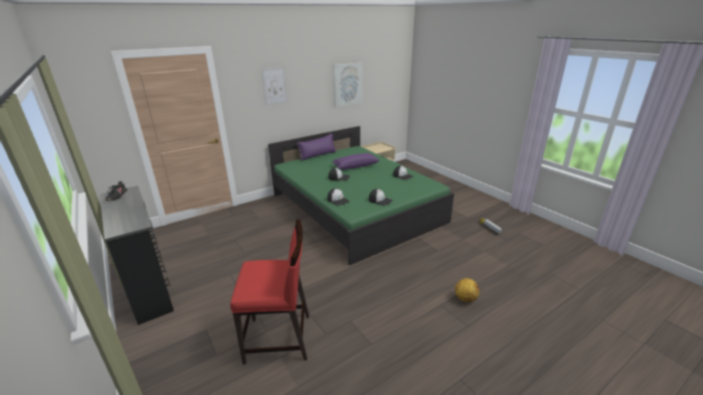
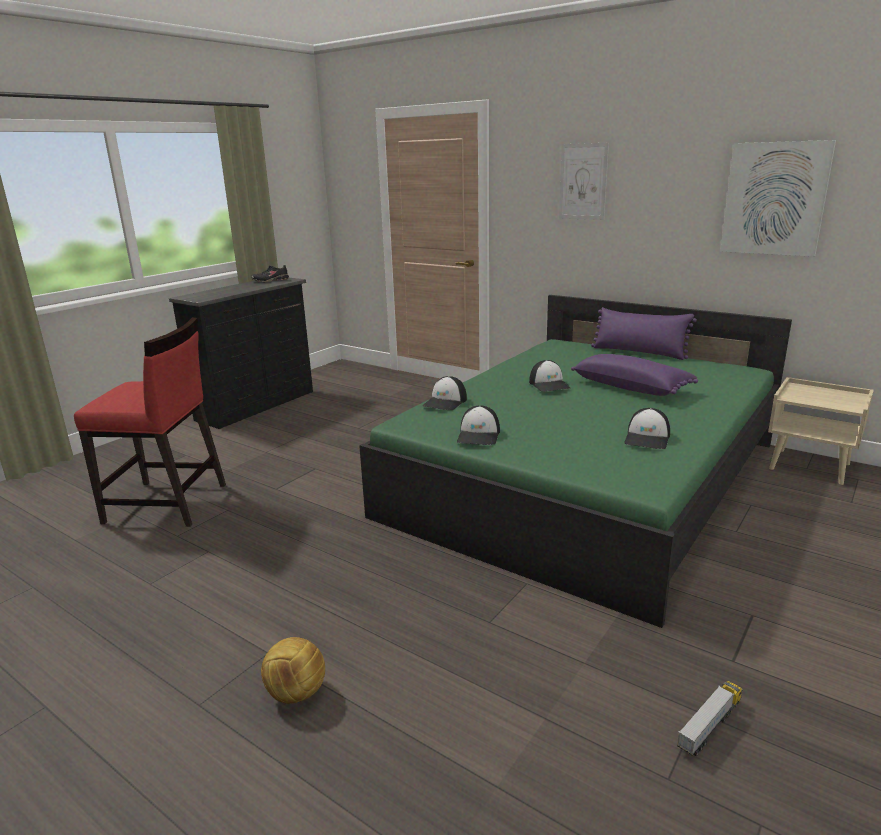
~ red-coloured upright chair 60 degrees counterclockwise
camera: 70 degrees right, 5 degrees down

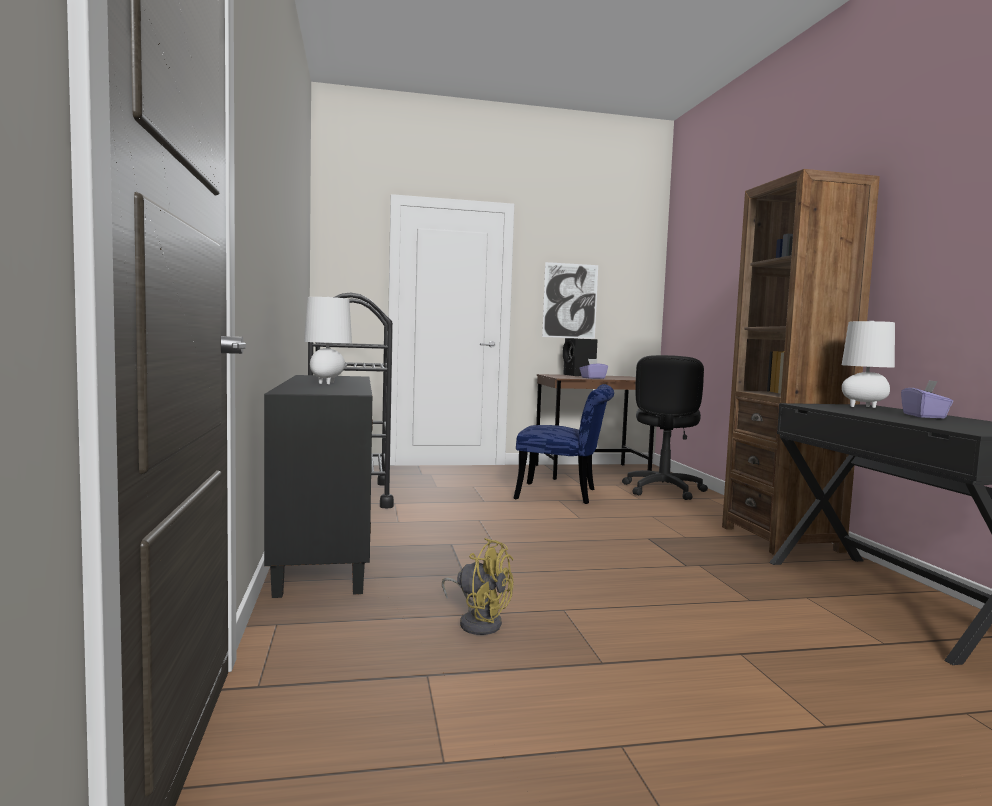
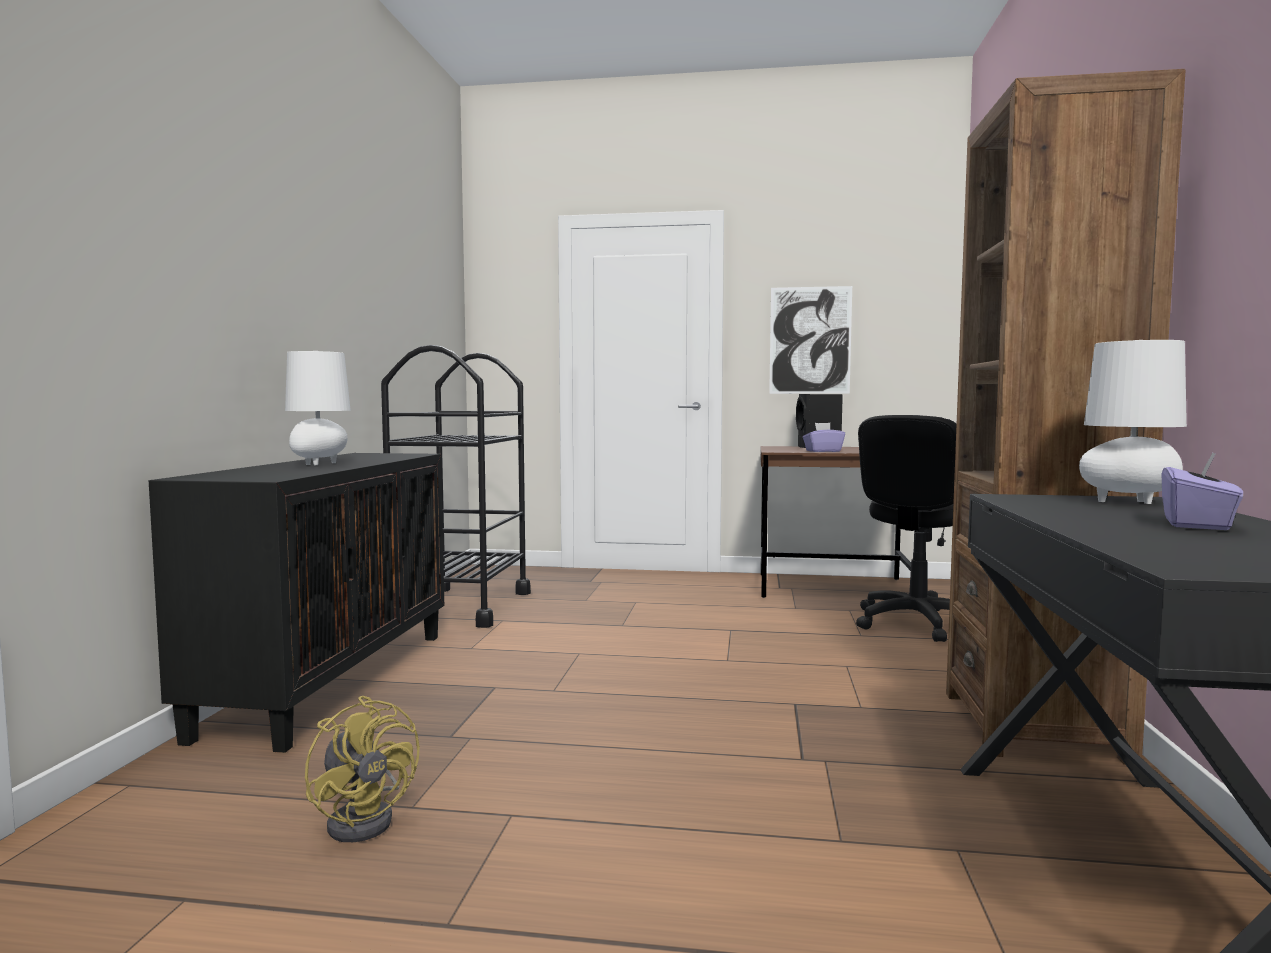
- blue-coloured upright chair
camera: 20 degrees right, 0 degrees up

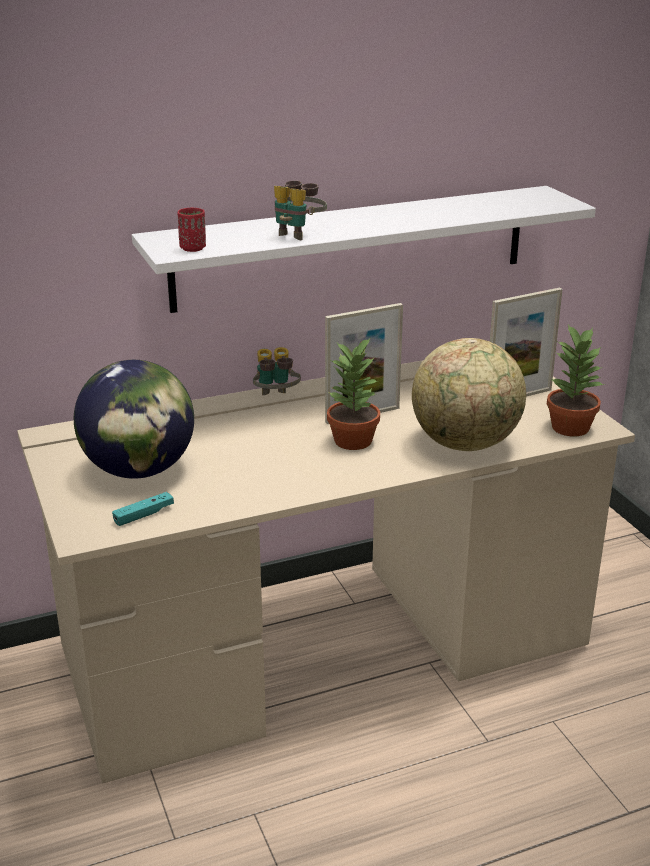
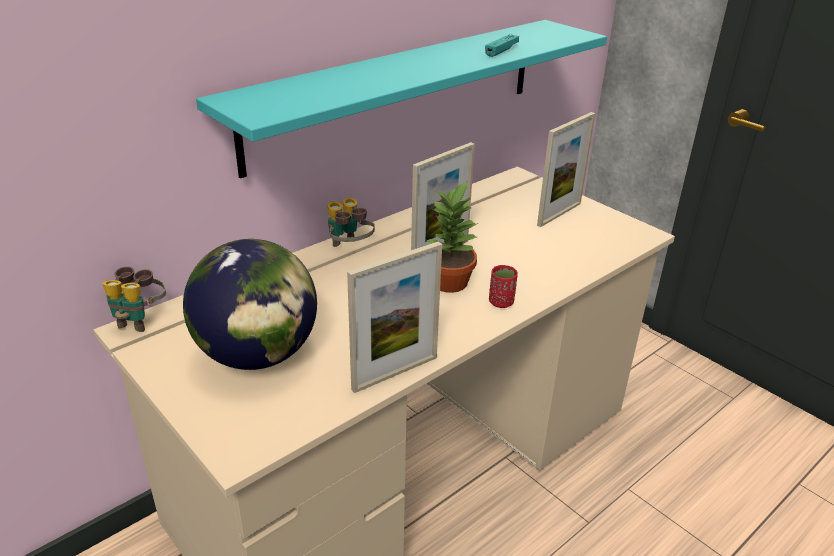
~ binoculars (2nd from left in the first image) to binoculars (1st from left)
~ white-coloured shelf to turquoise-coloured shelf
~ red-coloured cup
- potted plant (2nd from left)
- desk globe (2nd from left)
~ turquoise-coloured game controller
+ photo frame (1st from left)
camera: 20 degrees left, 5 degrees up

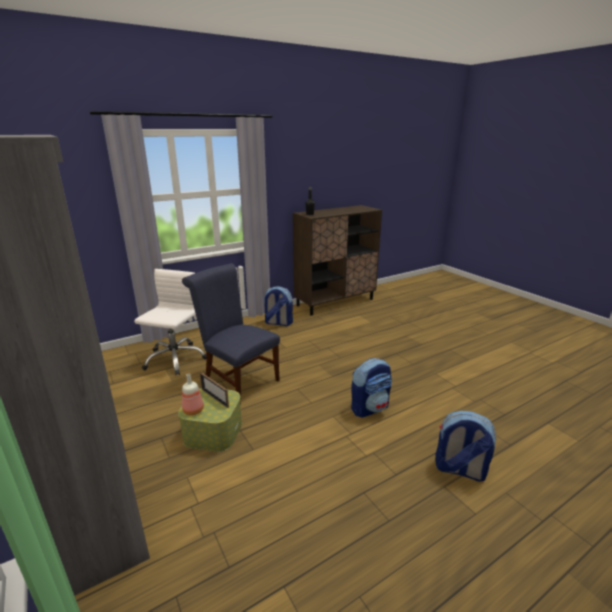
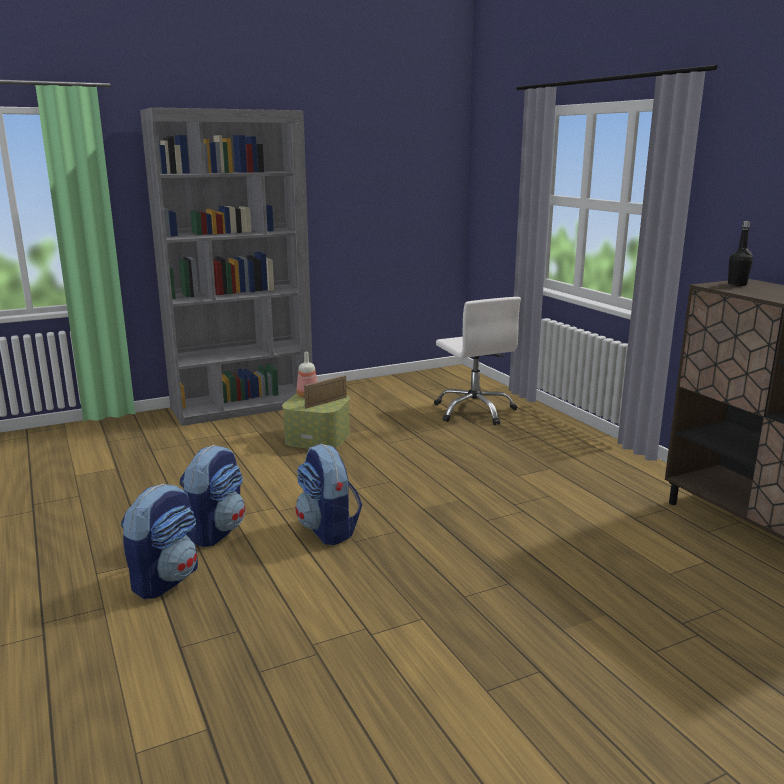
- blue-coloured upright chair
~ white-coloured desk chair 45 degrees clockwise
~ rucksack (1st from left in the first image) to rucksack (2nd from left)
camera: 95 degrees right, 5 degrees down

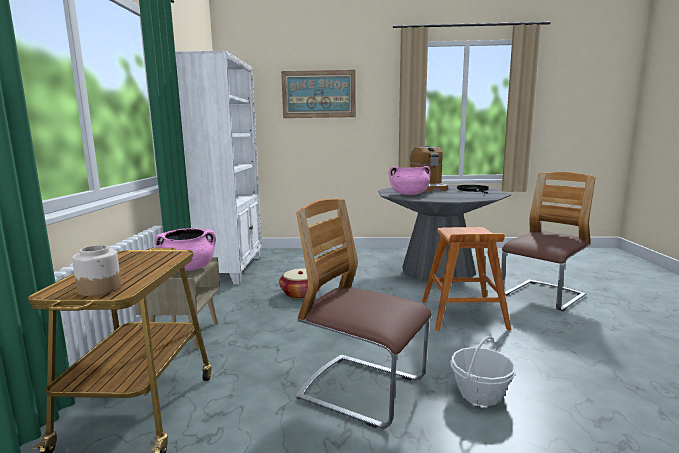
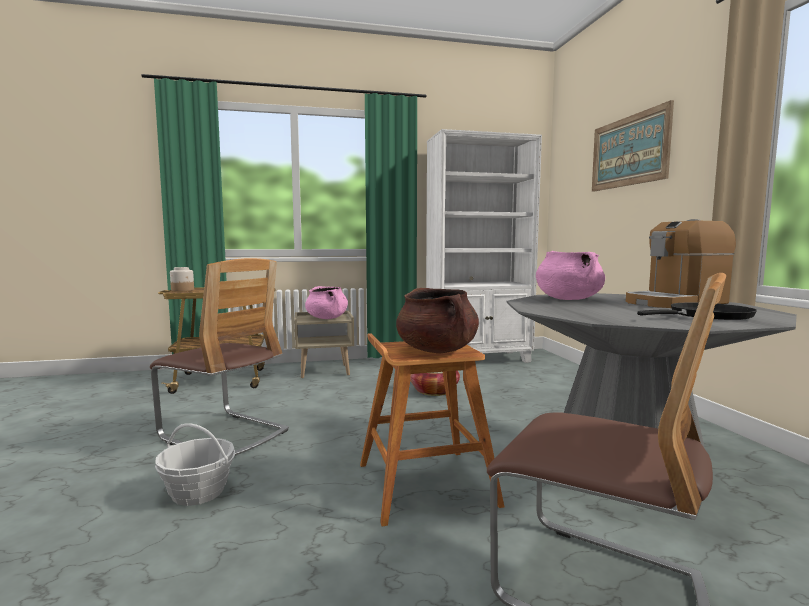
~ upright chair (1st from left) 105 degrees clockwise
+ brown-coloured cooking pot
camera: 75 degrees right, 5 degrees down

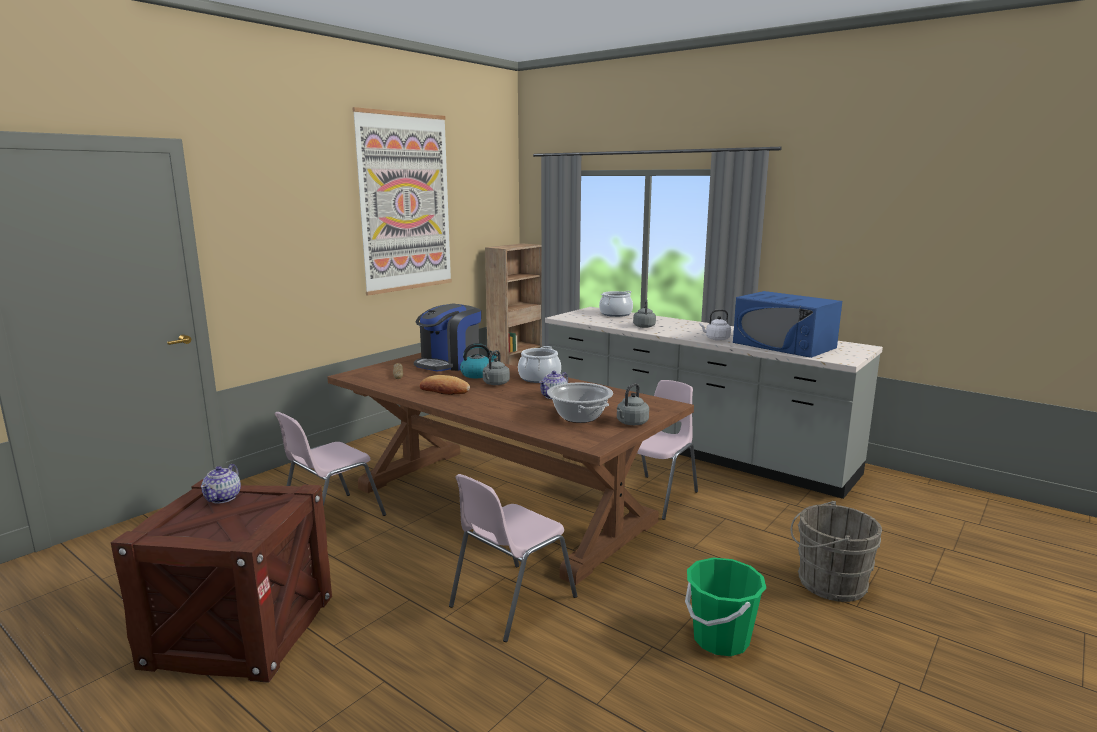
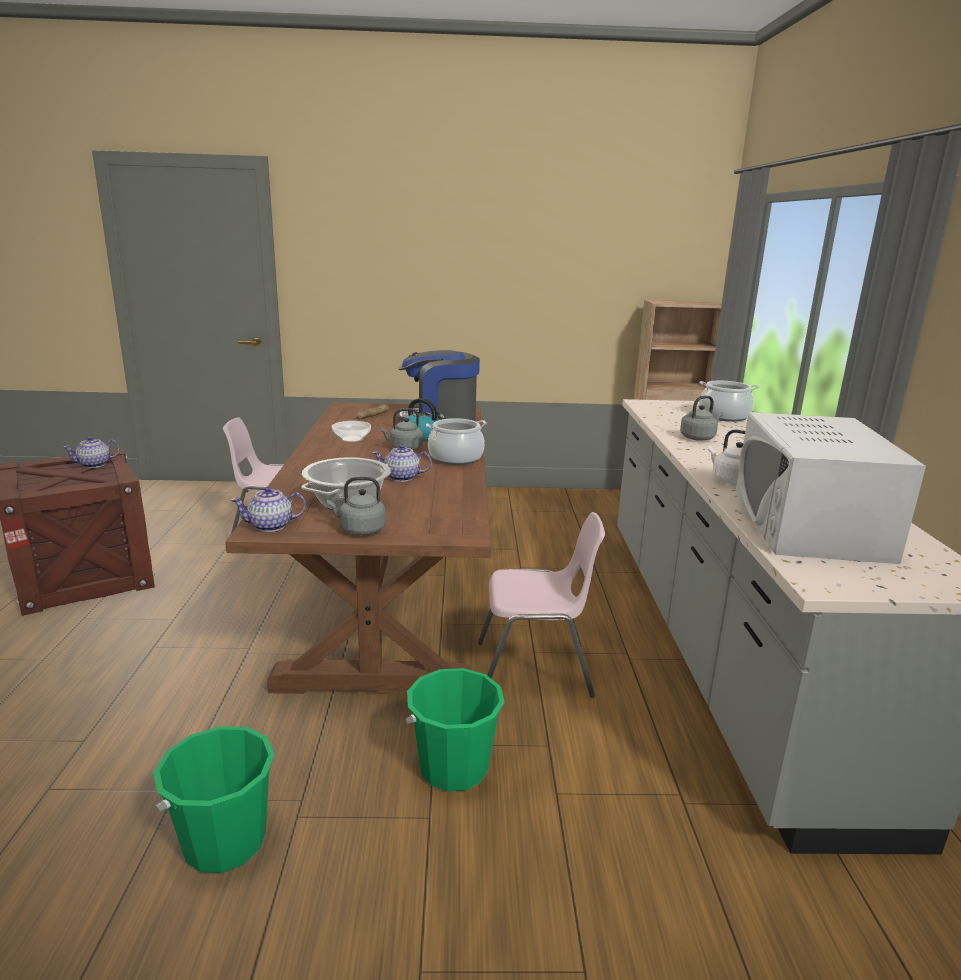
- wall picture
~ blue-coloured microwave to white-coloured microwave
~ bakery bread (2nd from left) to deep dish
- pinkish upright chair (2nd from left)
- grey bucket
+ pot for tea (2nd from left)
+ green bucket (2nd from left)
camera: 50 degrees right, 5 degrees up

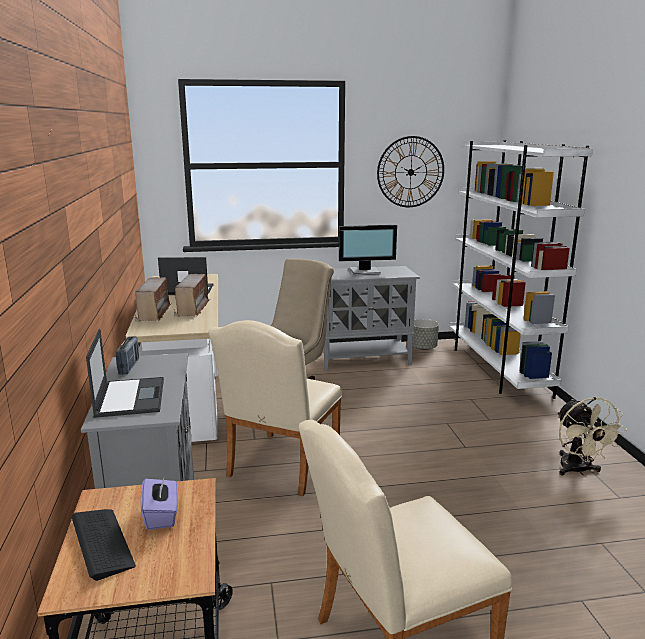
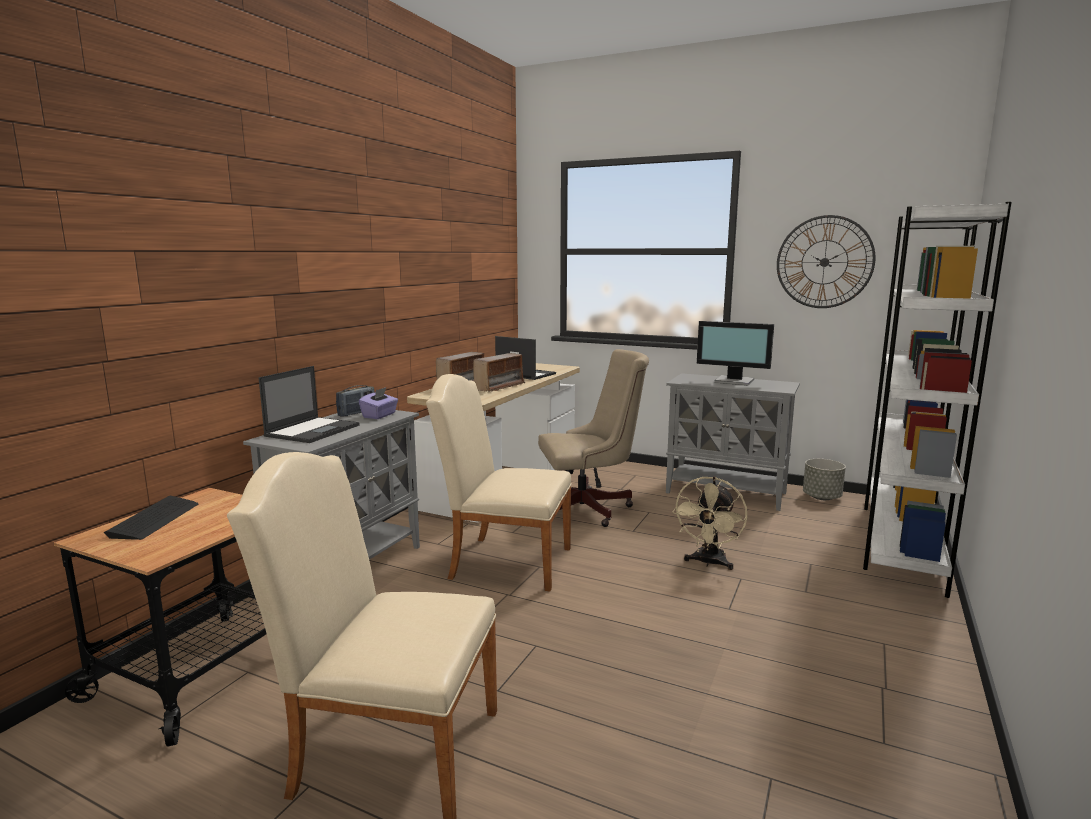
~ beige-coloured upright chair (1st from left in the first image) 45 degrees clockwise
~ beige-coloured cooling fan
~ purple box of tissues
camera: 35 degrees right, 5 degrees down

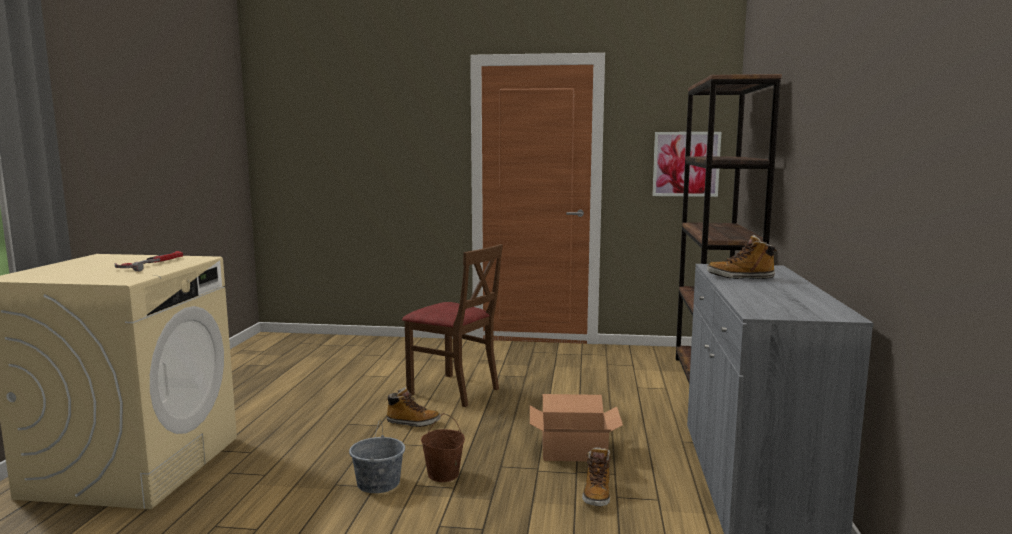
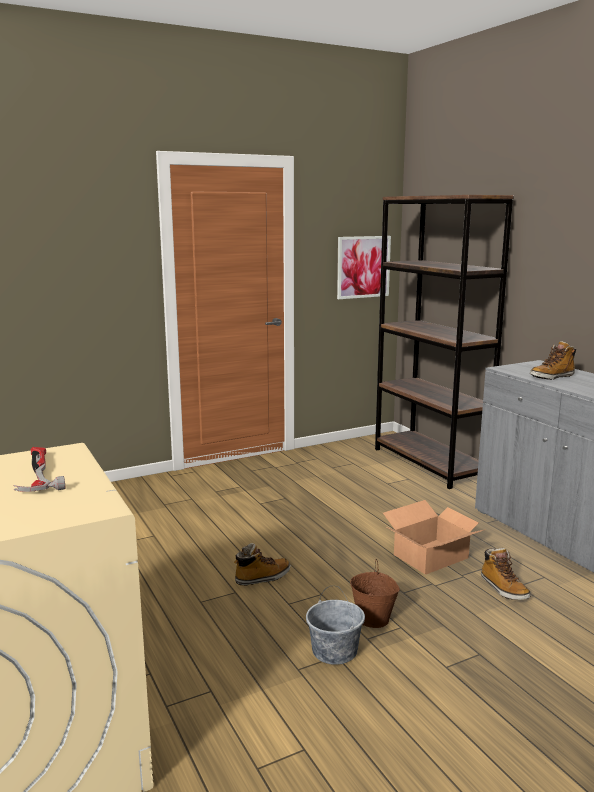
- brown-coloured upright chair
camera: 35 degrees left, 5 degrees up

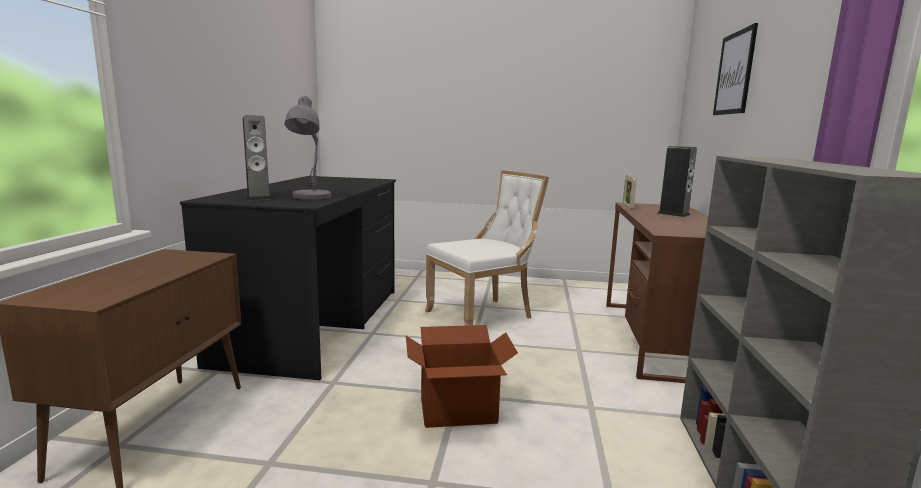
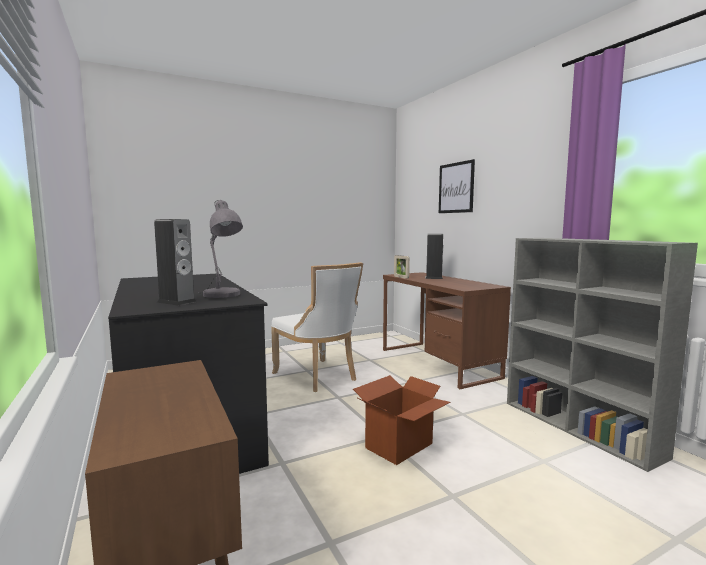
~ white-coloured upright chair 120 degrees clockwise
camera: 35 degrees left, 5 degrees down

